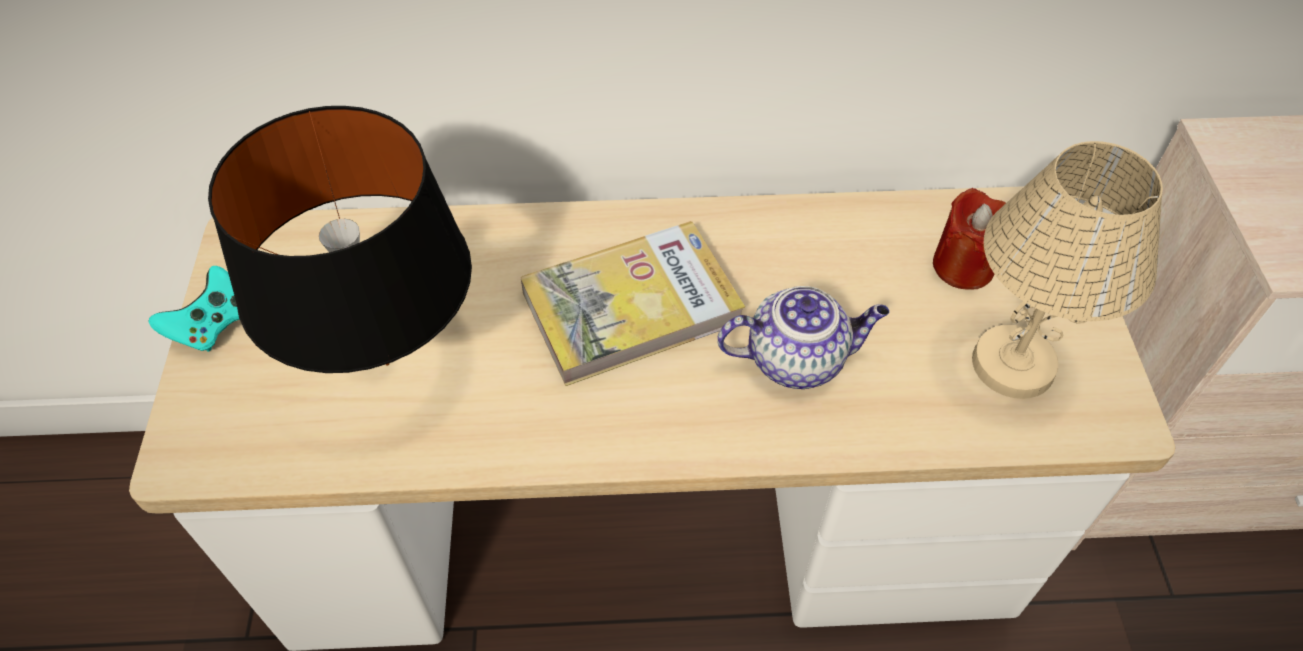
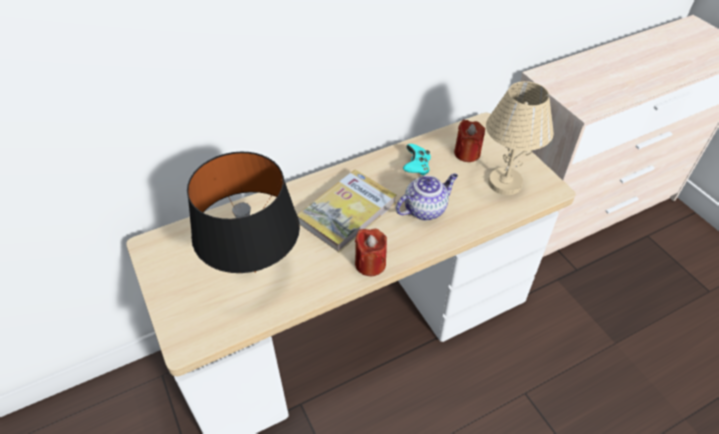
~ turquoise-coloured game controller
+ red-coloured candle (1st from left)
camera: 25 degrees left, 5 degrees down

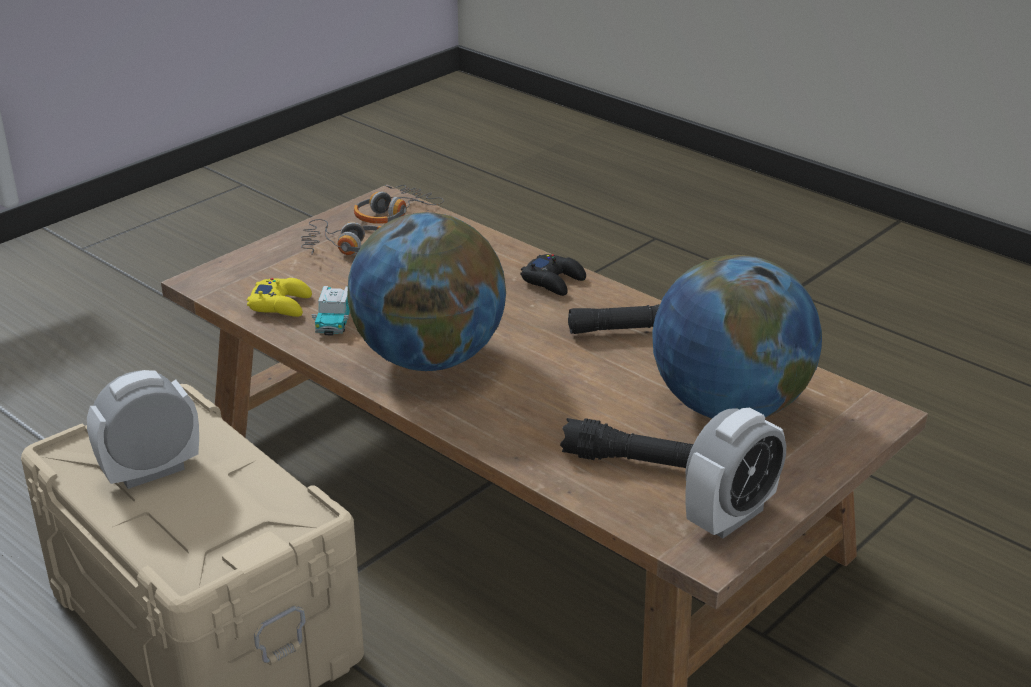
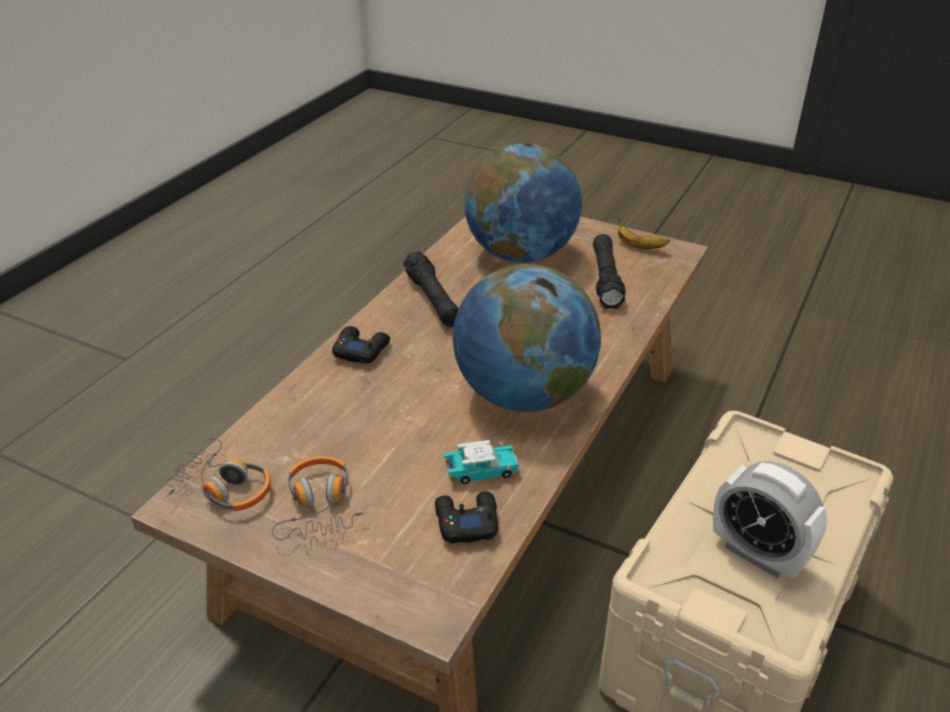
~ yellow game controller to black game controller (2nd from left)
~ table clock (2nd from left) to whole banana
camera: 105 degrees left, 5 degrees up

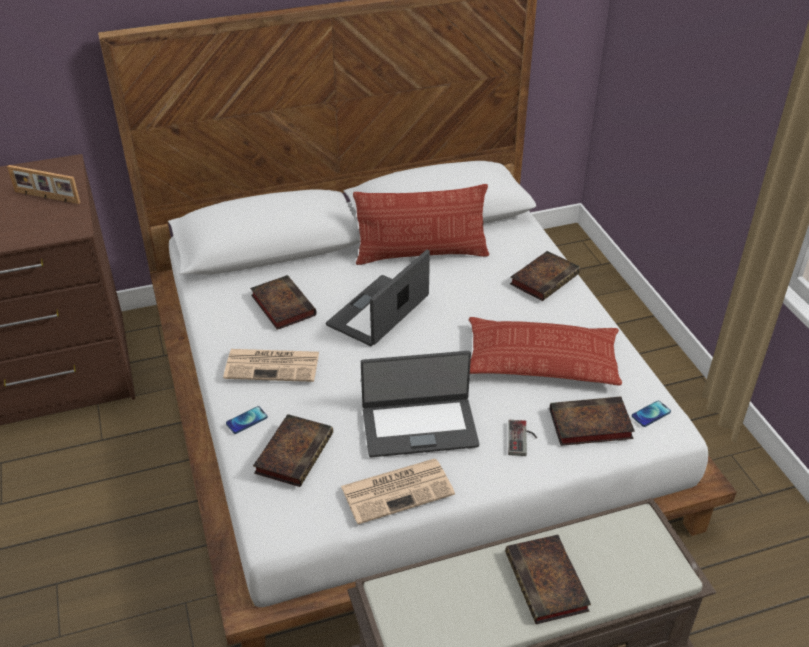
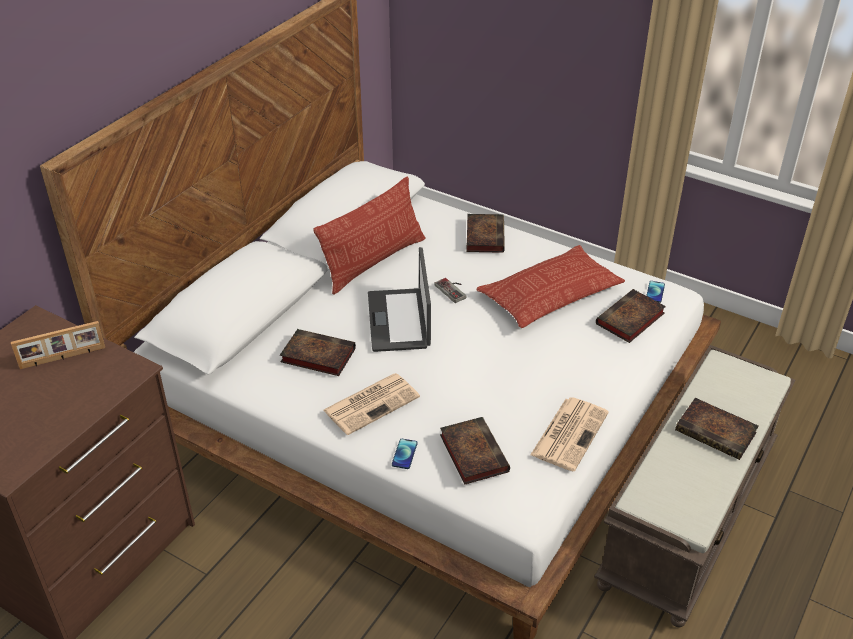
- laptop (2nd from left)
~ game controller
camera: 40 degrees left, 0 degrees up

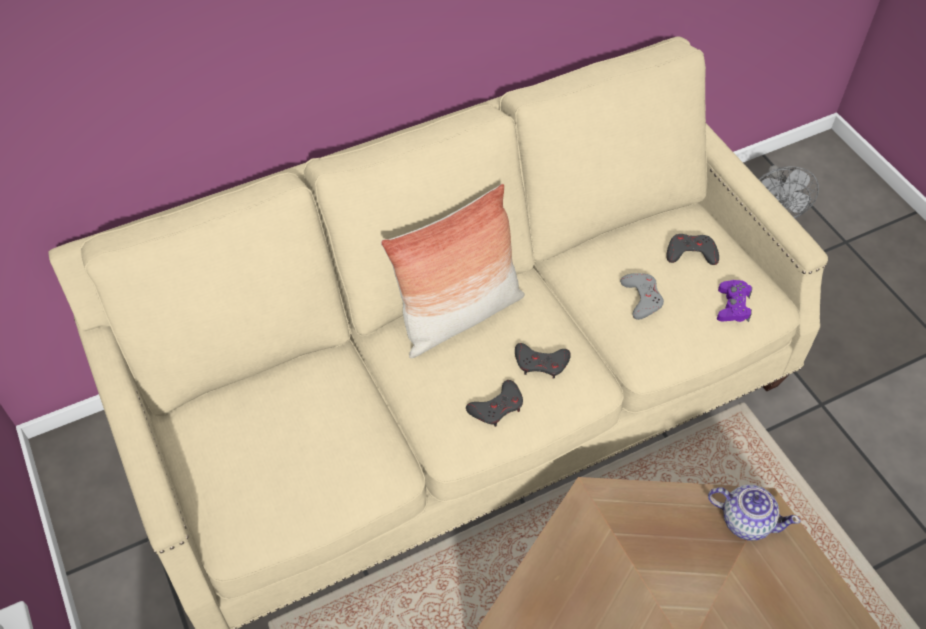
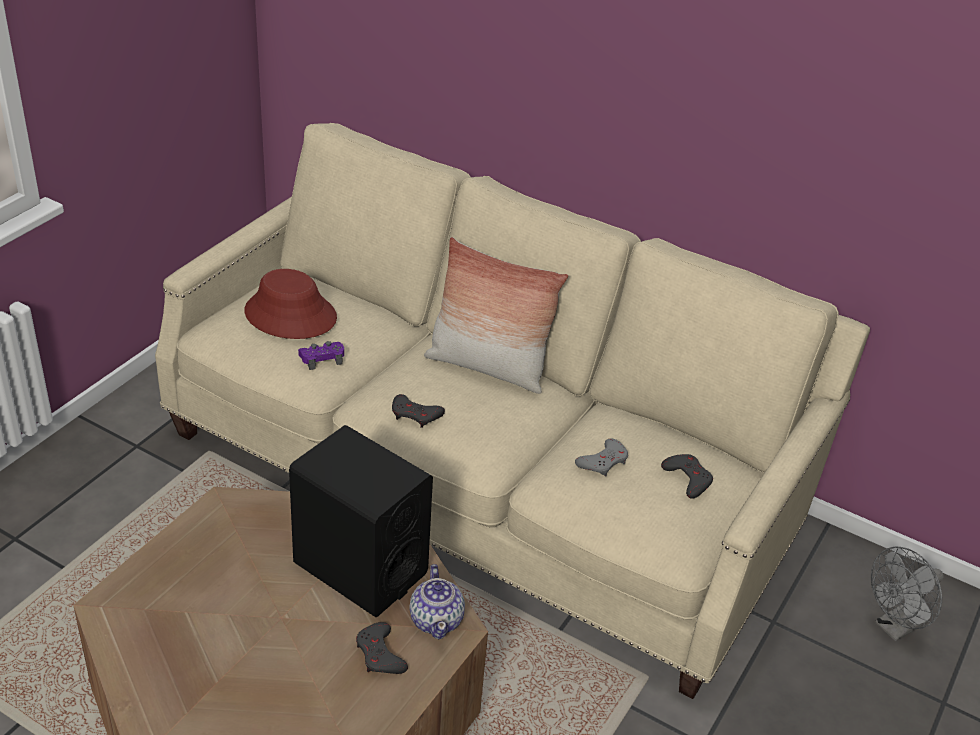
~ purple game controller
~ grey game controller (2nd from left in the first image) to grey game controller (1st from left)
+ red-coloured hat
+ black speaker
camera: 55 degrees right, 15 degrees down

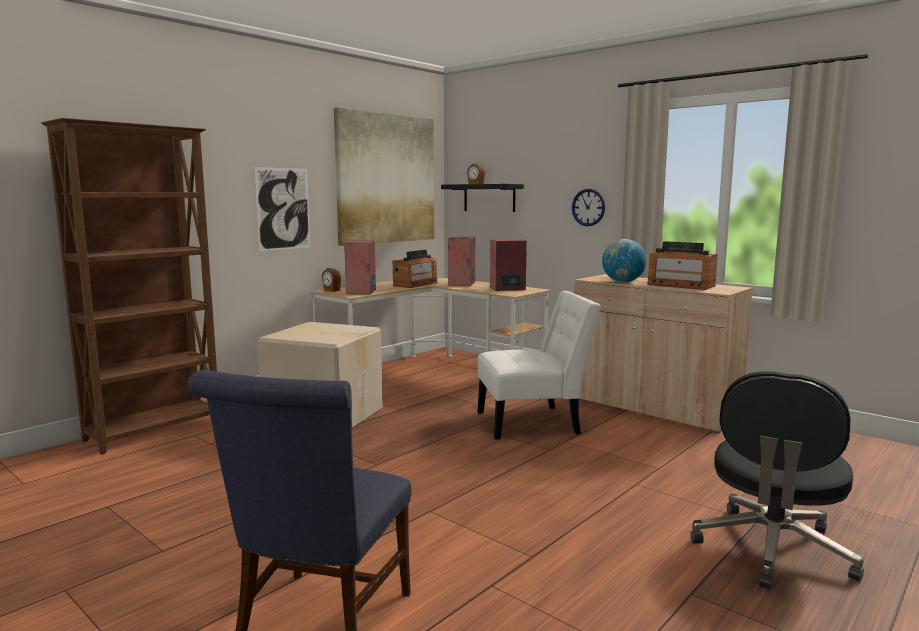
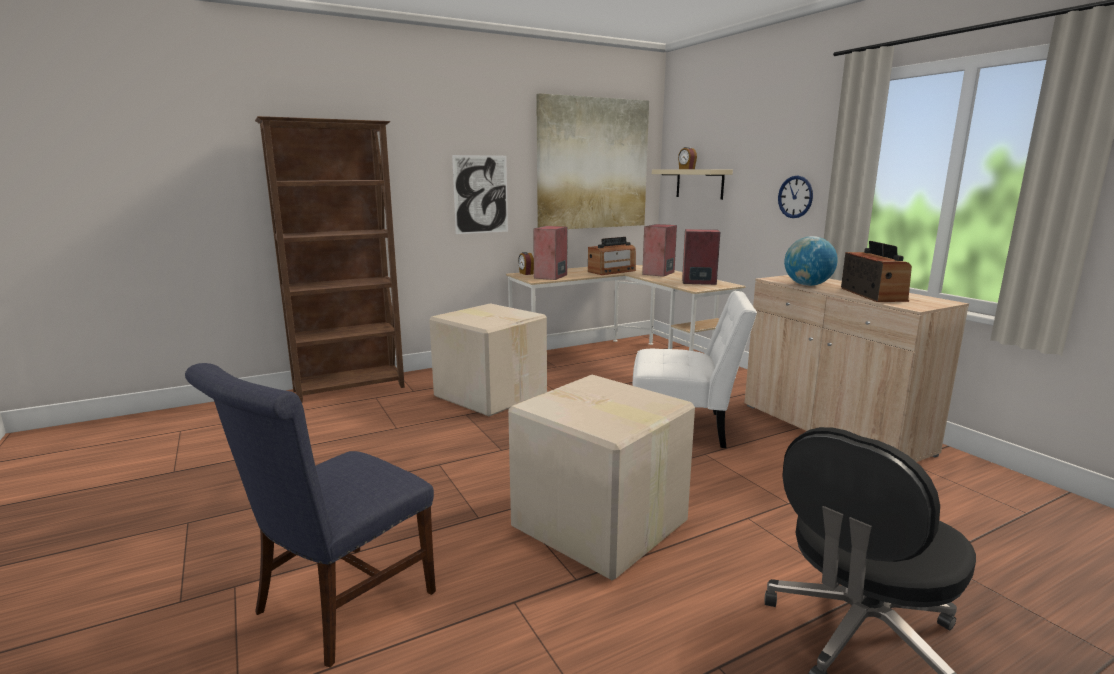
~ black shelf to beige-coloured shelf
~ radio set (2nd from left) 150 degrees counterclockwise
+ carton (2nd from left)
camera: 20 degrees right, 5 degrees up

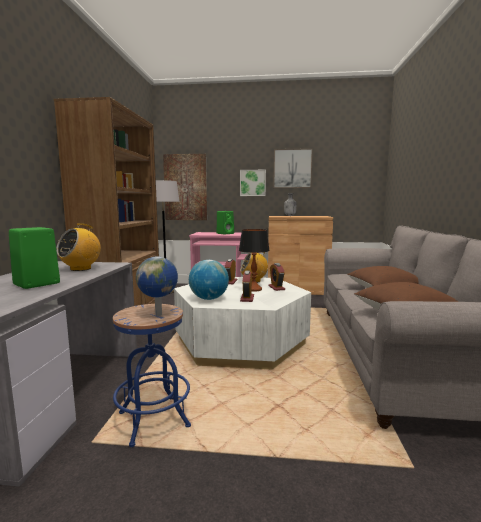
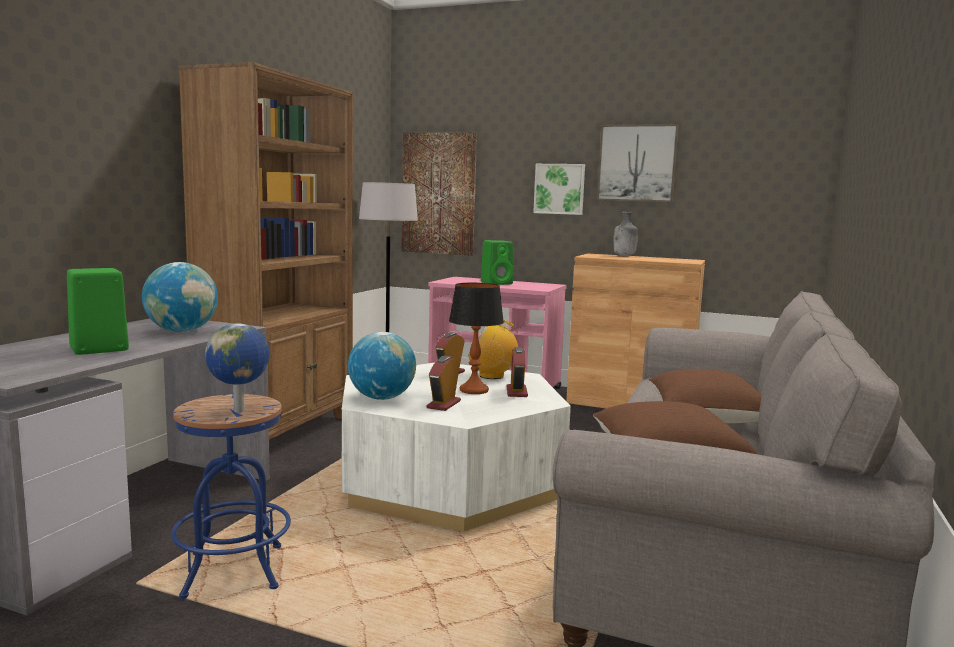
~ radio set (1st from left) to desk globe (1st from left)
camera: 15 degrees right, 0 degrees up

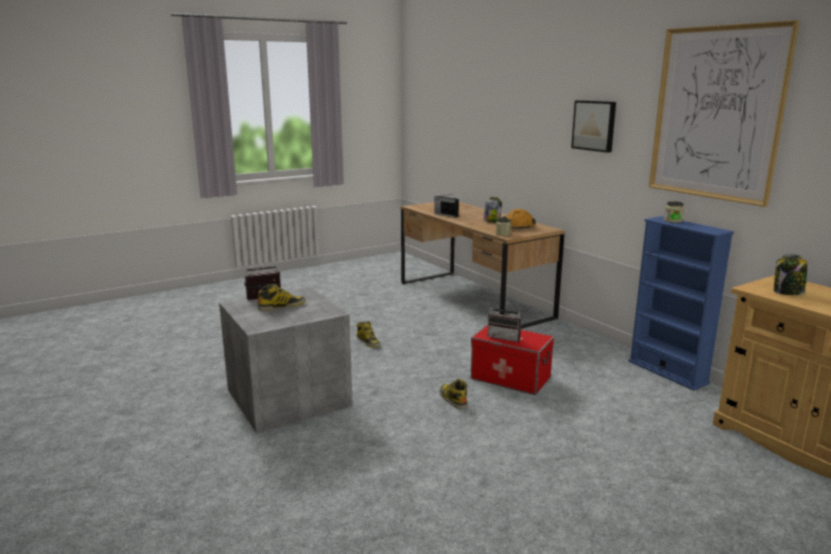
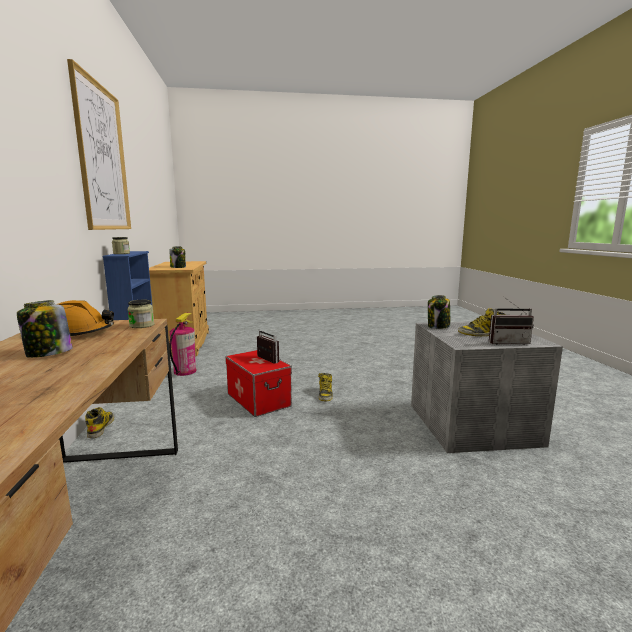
- wall picture (1st from left)
- radio set (2nd from left)
~ tall boot (2nd from left in the first image) to tall boot (1st from left)
+ jar (5th from left)
+ fire-fighting cylinder
camera: 155 degrees left, 5 degrees down

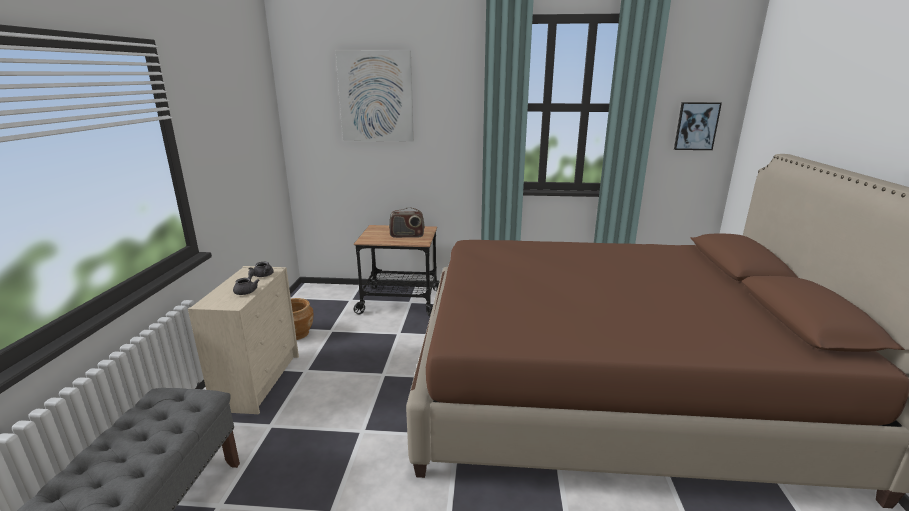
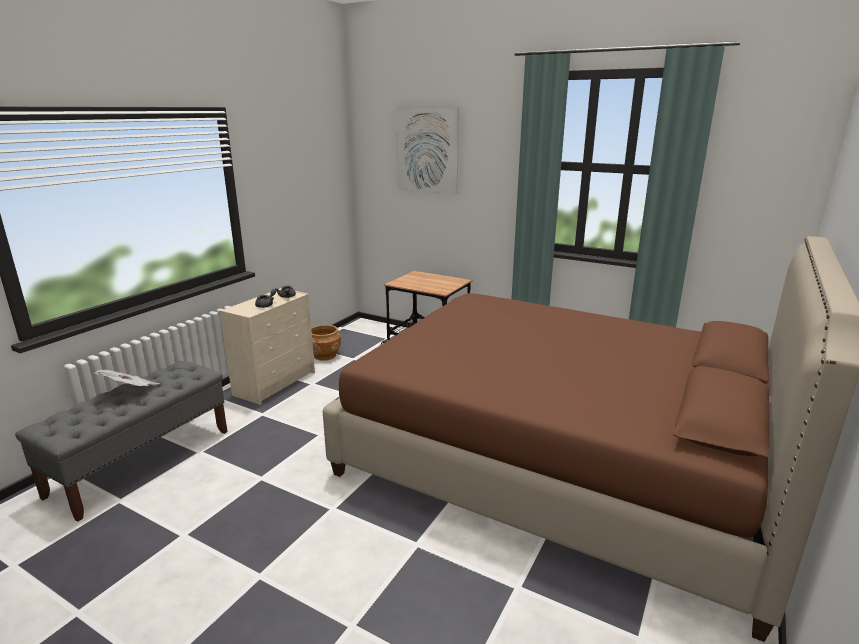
- wall picture (2nd from left)
- radio set
+ daily paper
camera: 25 degrees right, 0 degrees up

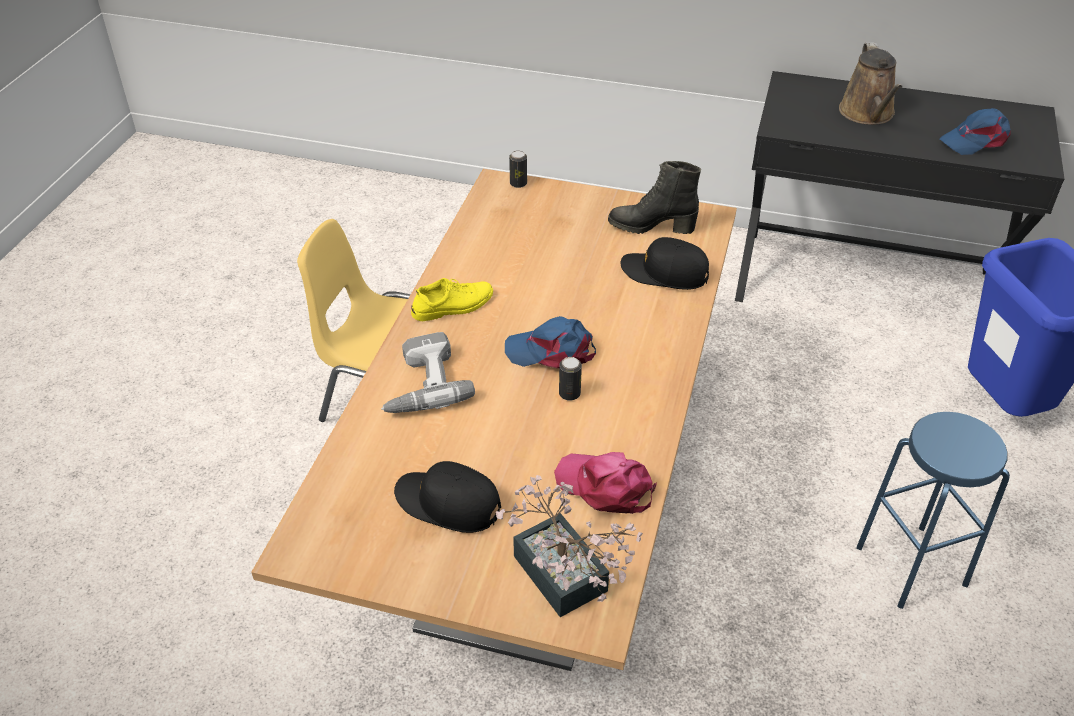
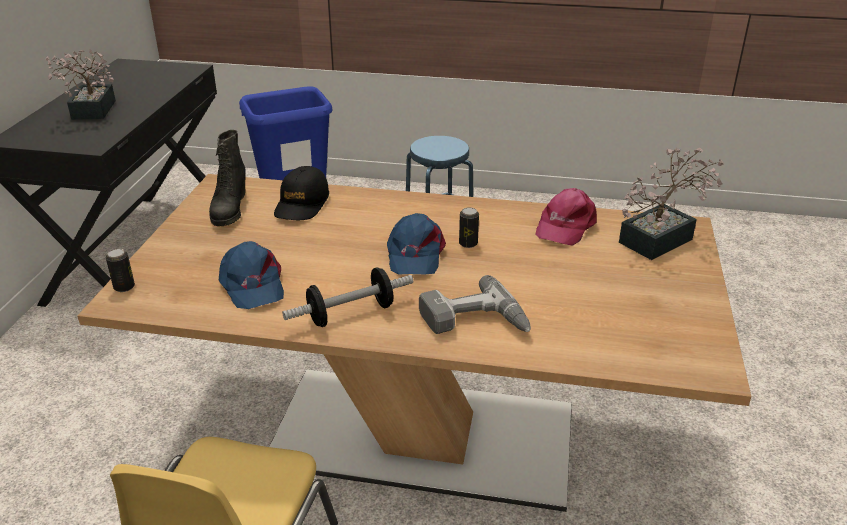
~ brown-coloured watering can to potted plant (1st from left)
~ blue-coloured peaked cap (2nd from left in the first image) to blue-coloured peaked cap (1st from left)
~ yellow low shoe to hand weight
- black peaked cap (1st from left)
camera: 95 degrees left, 10 degrees down

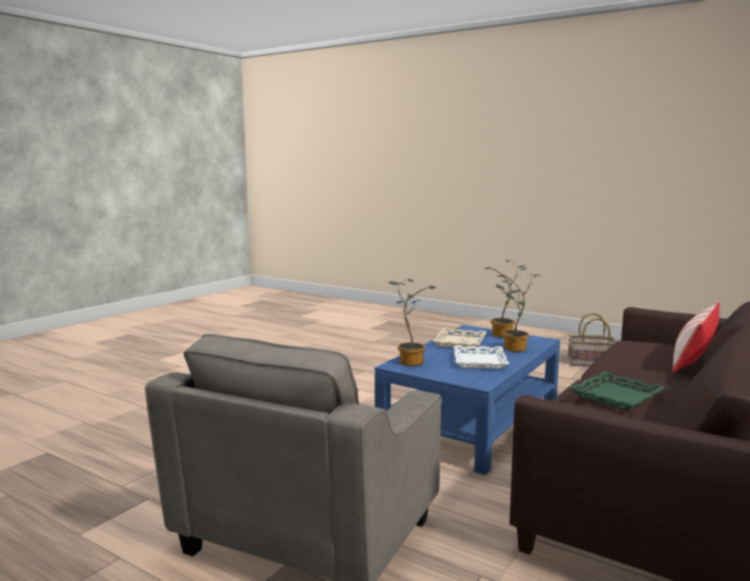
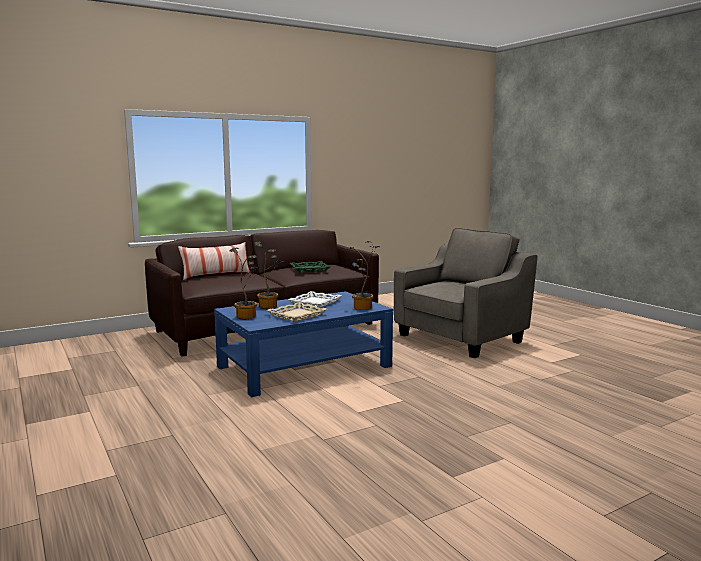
- basket
camera: 155 degrees left, 0 degrees up

